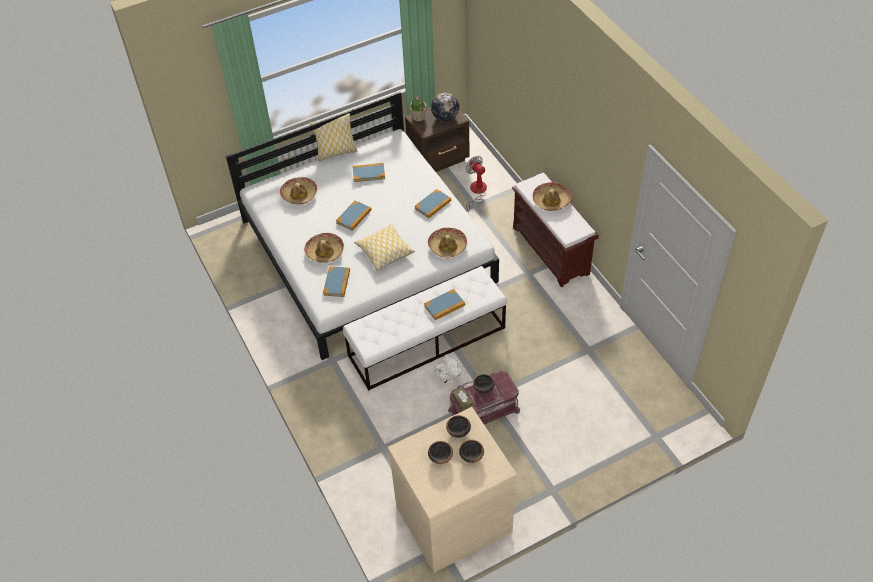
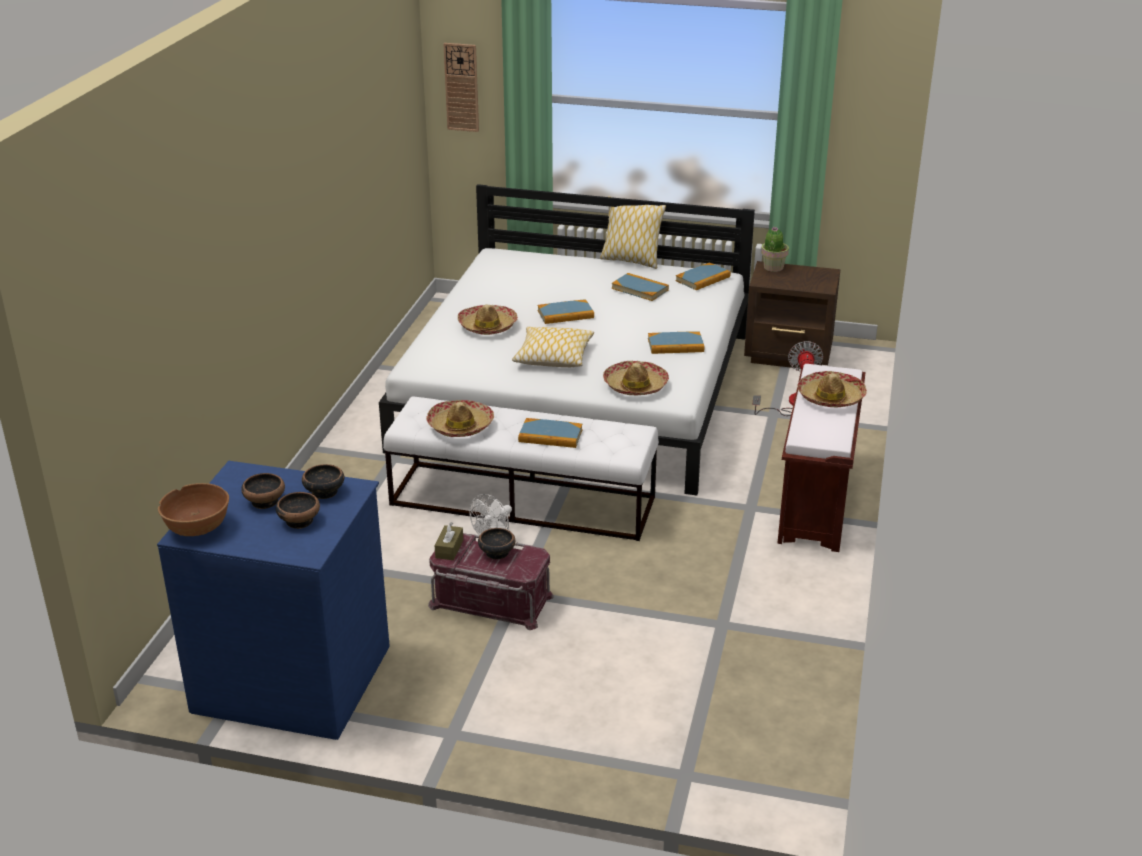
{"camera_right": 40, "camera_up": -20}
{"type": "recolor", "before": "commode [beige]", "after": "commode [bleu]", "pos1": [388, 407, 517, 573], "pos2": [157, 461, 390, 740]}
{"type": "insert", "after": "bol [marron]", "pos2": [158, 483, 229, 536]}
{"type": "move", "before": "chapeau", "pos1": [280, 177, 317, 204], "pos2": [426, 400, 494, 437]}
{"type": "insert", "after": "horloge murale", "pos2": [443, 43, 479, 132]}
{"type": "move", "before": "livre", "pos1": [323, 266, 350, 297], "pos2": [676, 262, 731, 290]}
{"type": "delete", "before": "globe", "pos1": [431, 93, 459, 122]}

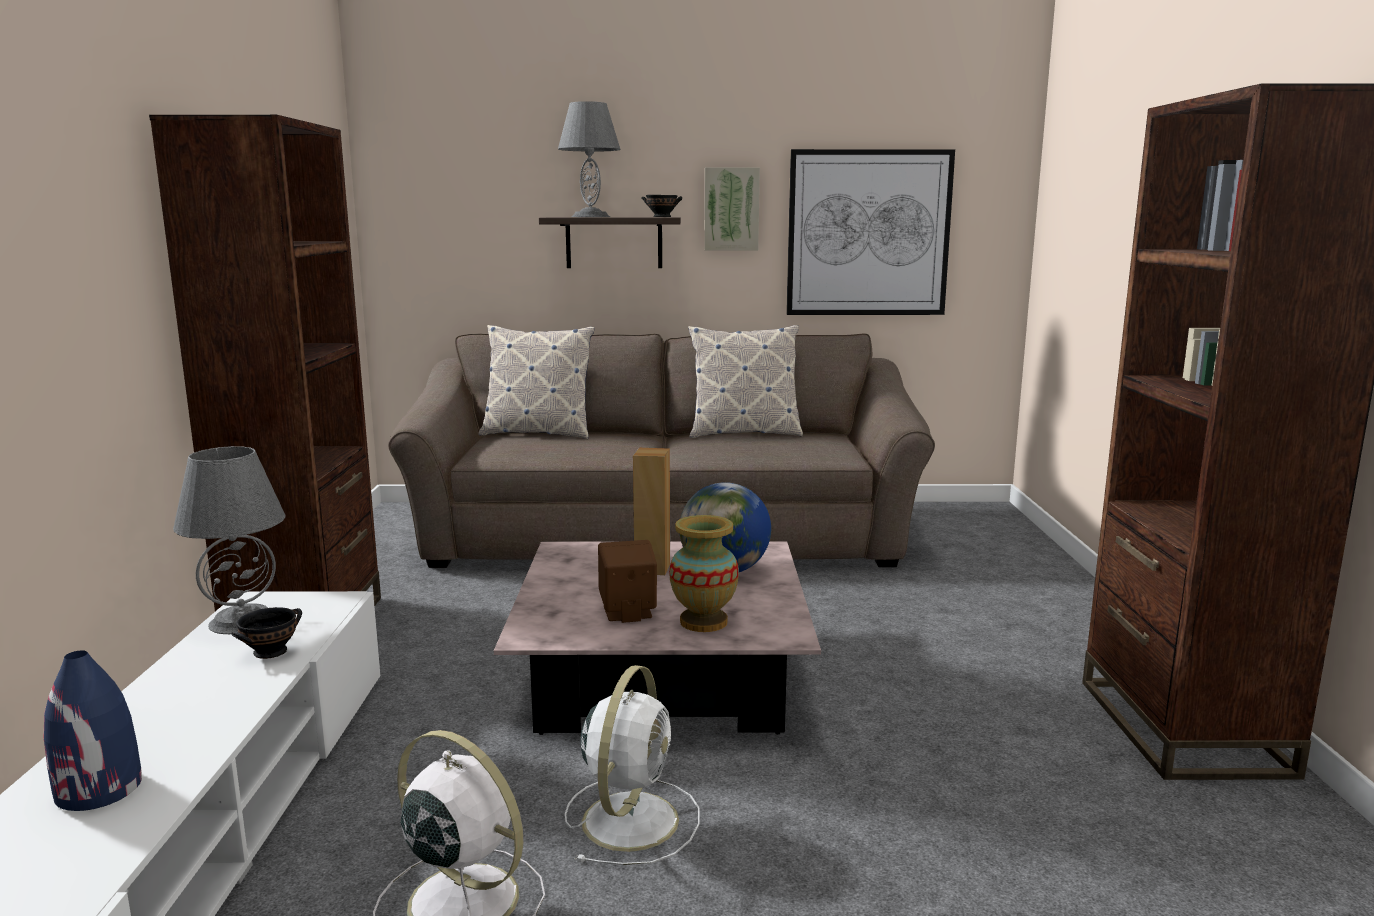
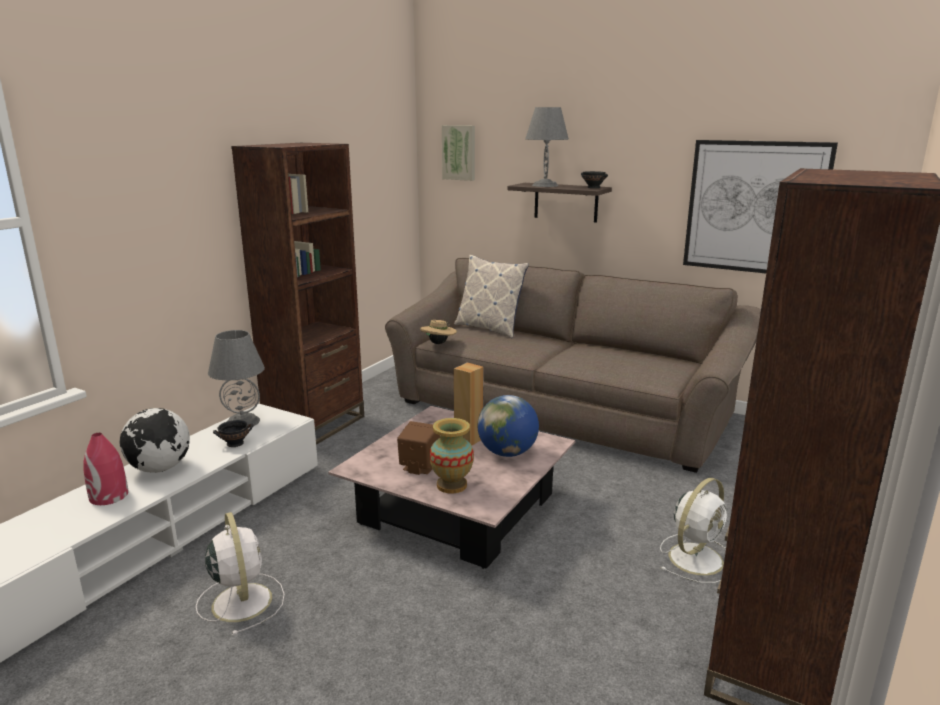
{"camera_right": 30, "camera_up": 5}
{"type": "recolor", "before": "vase [bleu]", "after": "vase [rouge]", "pos1": [44, 650, 142, 811], "pos2": [84, 433, 129, 505]}
{"type": "insert", "after": "globe", "pos2": [120, 408, 190, 473]}
{"type": "insert", "after": "chapeau [beige]", "pos2": [420, 320, 457, 344]}
{"type": "move", "before": "tableau", "pos1": [704, 167, 760, 251], "pos2": [442, 125, 475, 181]}
{"type": "move", "before": "ventilateur [blanc]", "pos1": [565, 665, 700, 865], "pos2": [660, 478, 728, 583]}
{"type": "delete", "before": "coussin", "pos1": [688, 325, 803, 438]}

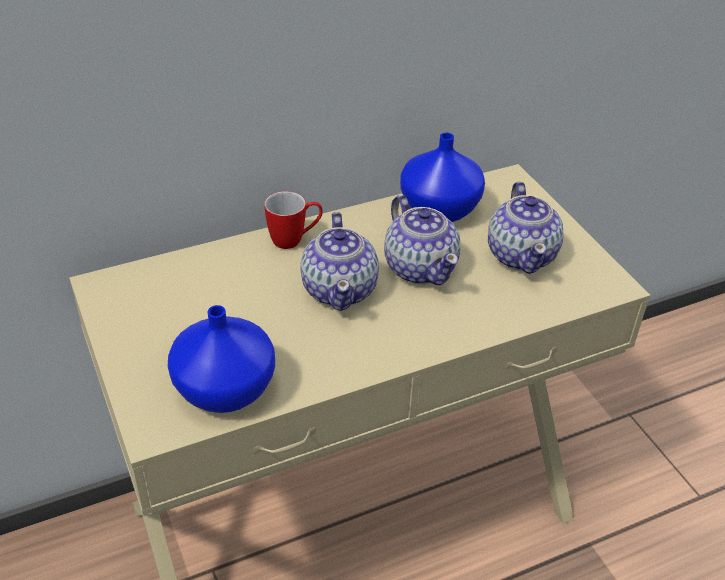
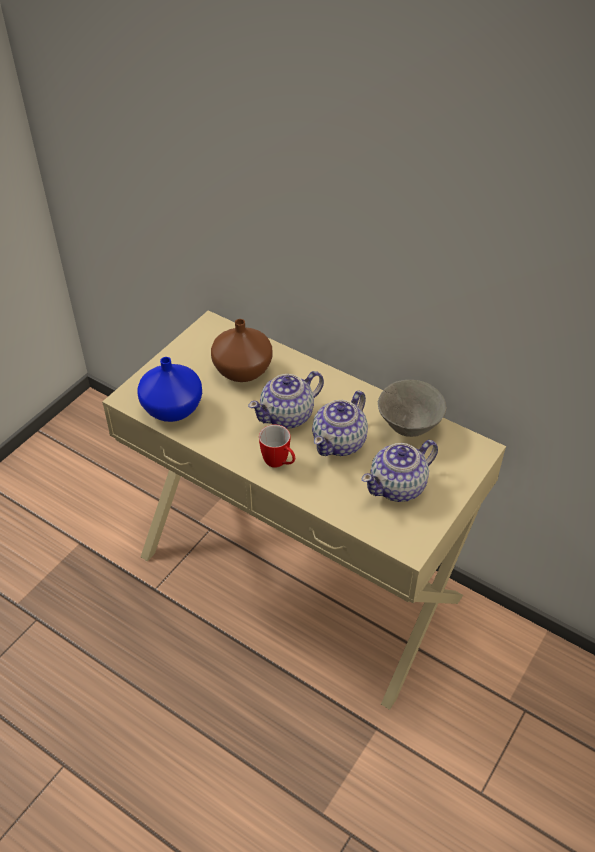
{"camera_right": 60, "camera_up": 5}
{"type": "insert", "after": "vase [marron]", "pos2": [211, 319, 272, 382]}
{"type": "move", "before": "mug", "pos1": [264, 191, 323, 249], "pos2": [259, 425, 295, 468]}
{"type": "replace", "before": "vase [bleu]", "after": "bol [gris]", "pos1": [400, 133, 485, 222], "pos2": [378, 380, 446, 437]}

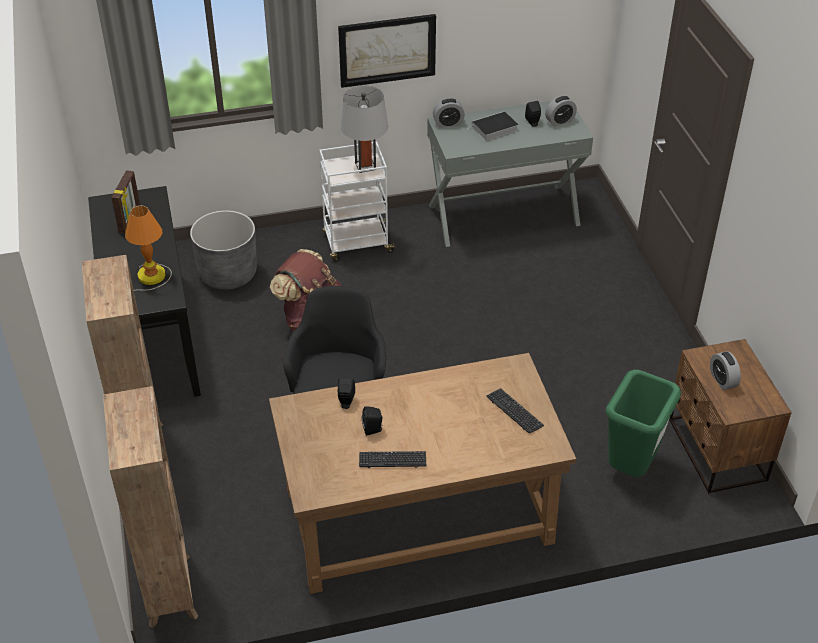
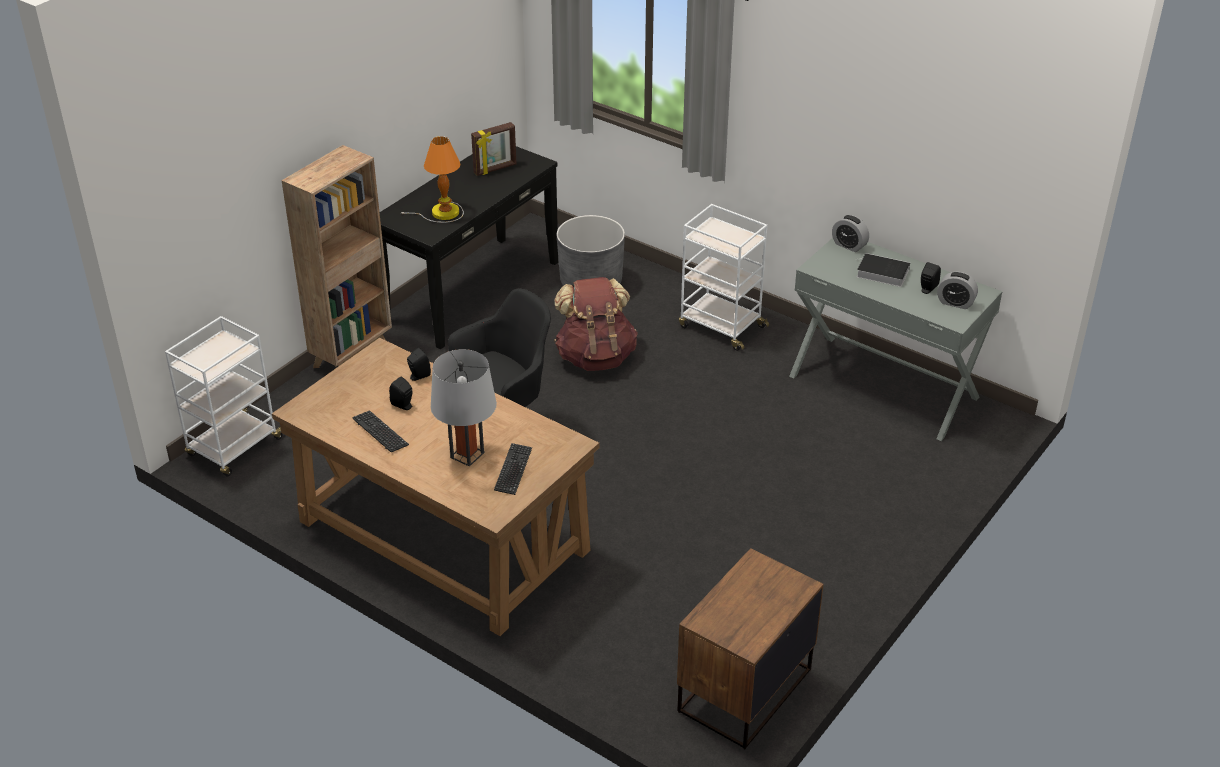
{"camera_right": 50, "camera_up": -5}
{"type": "replace", "before": "bibliothèque [marron]", "after": "chariot [blanc]", "pos1": [103, 386, 198, 629], "pos2": [165, 316, 283, 477]}
{"type": "move", "before": "lampe de table [gris]", "pos1": [341, 86, 388, 173], "pos2": [431, 349, 497, 467]}
{"type": "delete", "before": "tableau", "pos1": [338, 14, 436, 88]}
{"type": "delete", "before": "poubelle [vert]", "pos1": [605, 370, 681, 477]}
{"type": "delete", "before": "réveil", "pos1": [710, 351, 741, 390]}

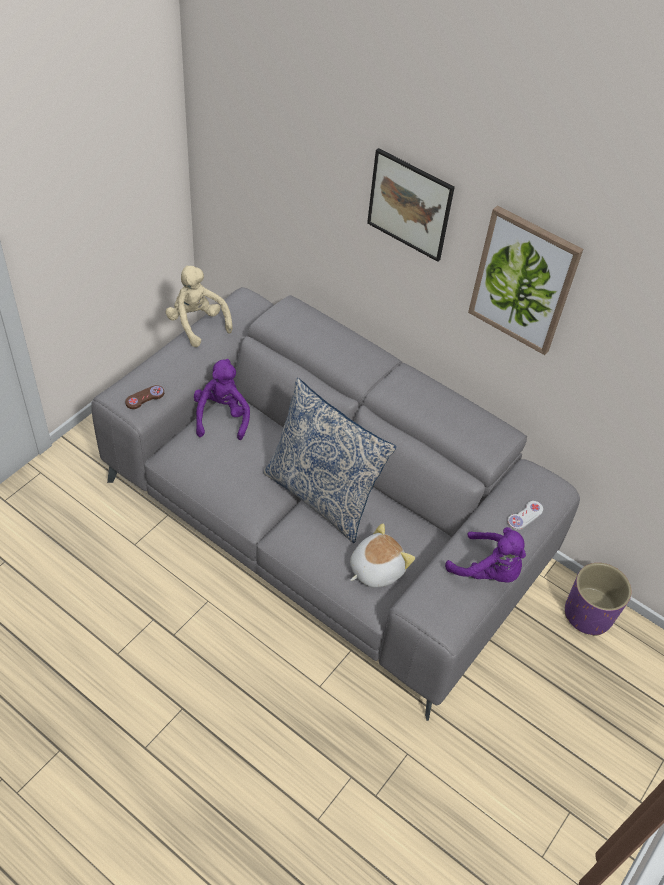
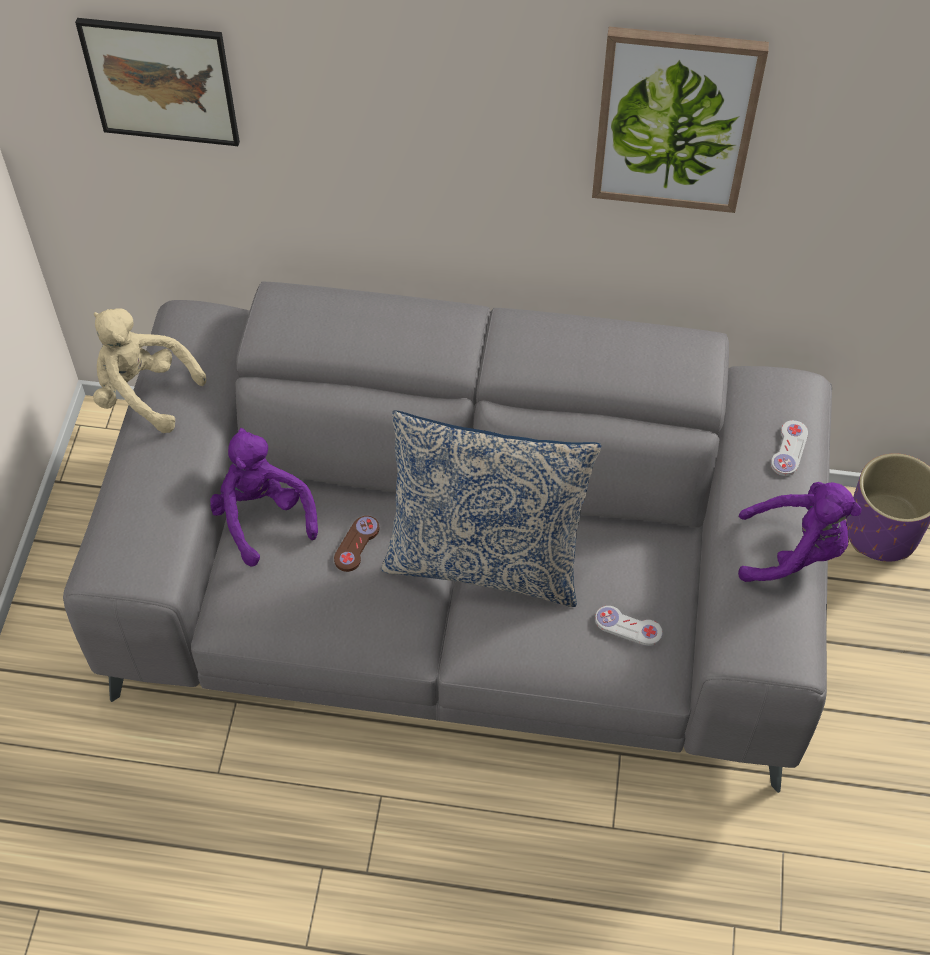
{"camera_right": -25, "camera_up": 5}
{"type": "move", "before": "tableau", "pos1": [367, 148, 455, 262], "pos2": [75, 18, 240, 146]}
{"type": "move", "before": "manette [marron]", "pos1": [125, 385, 164, 409], "pos2": [334, 516, 379, 572]}
{"type": "replace", "before": "peluche", "after": "manette [blanc]", "pos1": [350, 523, 415, 588], "pos2": [595, 606, 663, 646]}

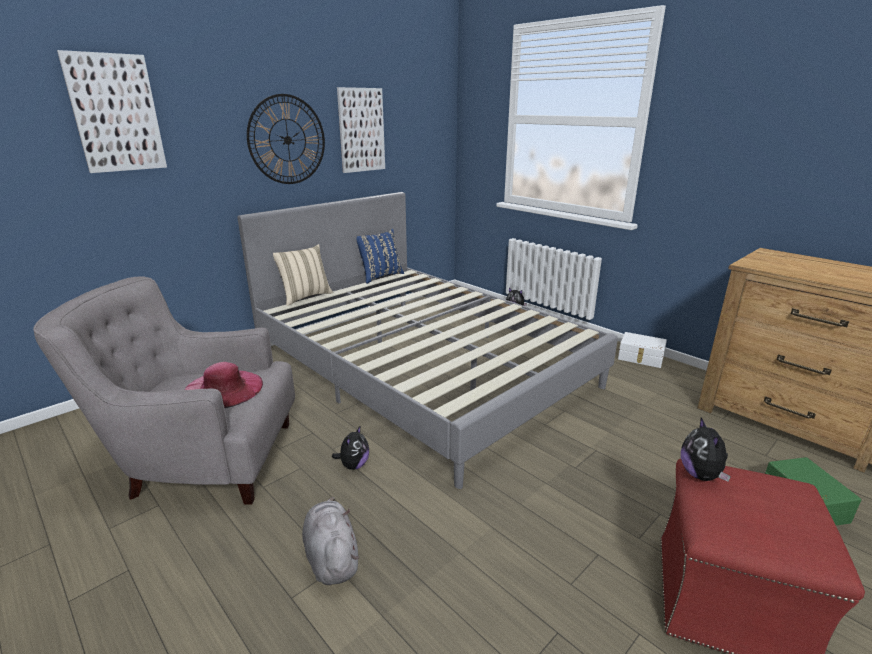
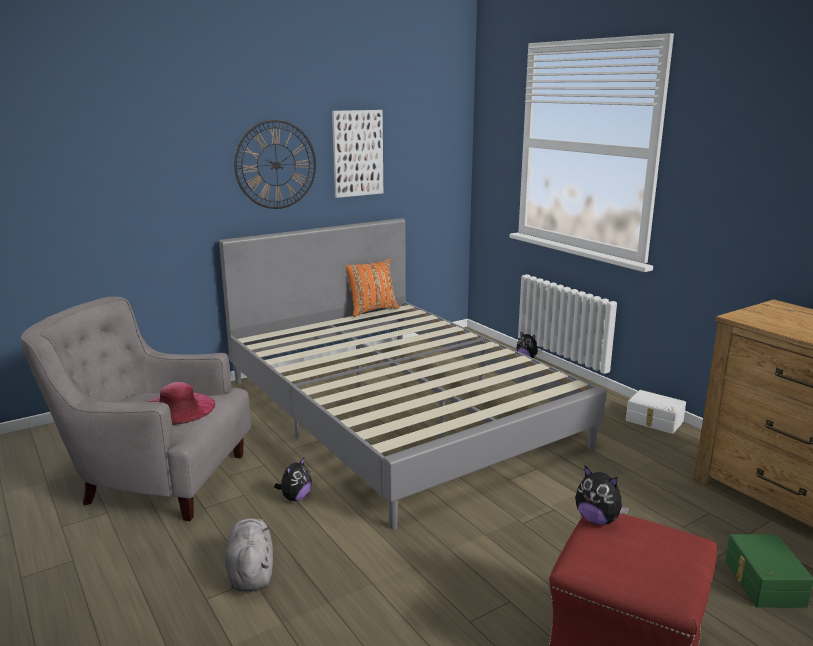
{"camera_right": 10, "camera_up": -5}
{"type": "recolor", "before": "coussin [bleu]", "after": "coussin [orange]", "pos1": [357, 229, 404, 284], "pos2": [346, 258, 399, 317]}
{"type": "rotate", "before": "peluche", "pos1": [681, 417, 731, 481], "pos2": [575, 466, 630, 525], "turn": -60}
{"type": "delete", "before": "tableau", "pos1": [57, 50, 167, 173]}
{"type": "delete", "before": "coussin [beige]", "pos1": [273, 244, 333, 306]}

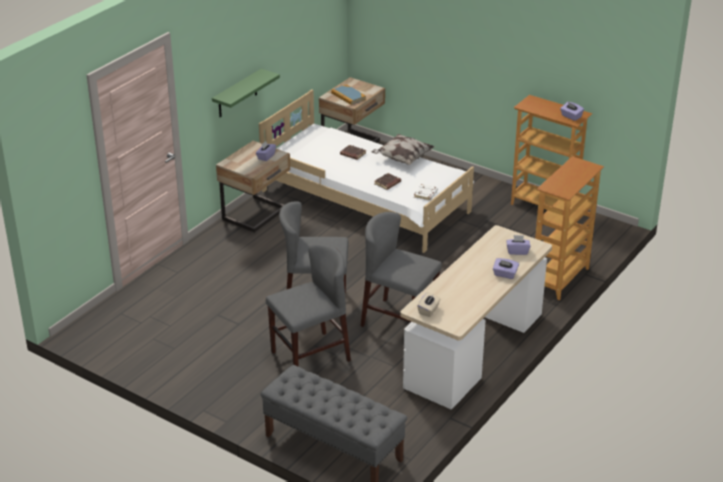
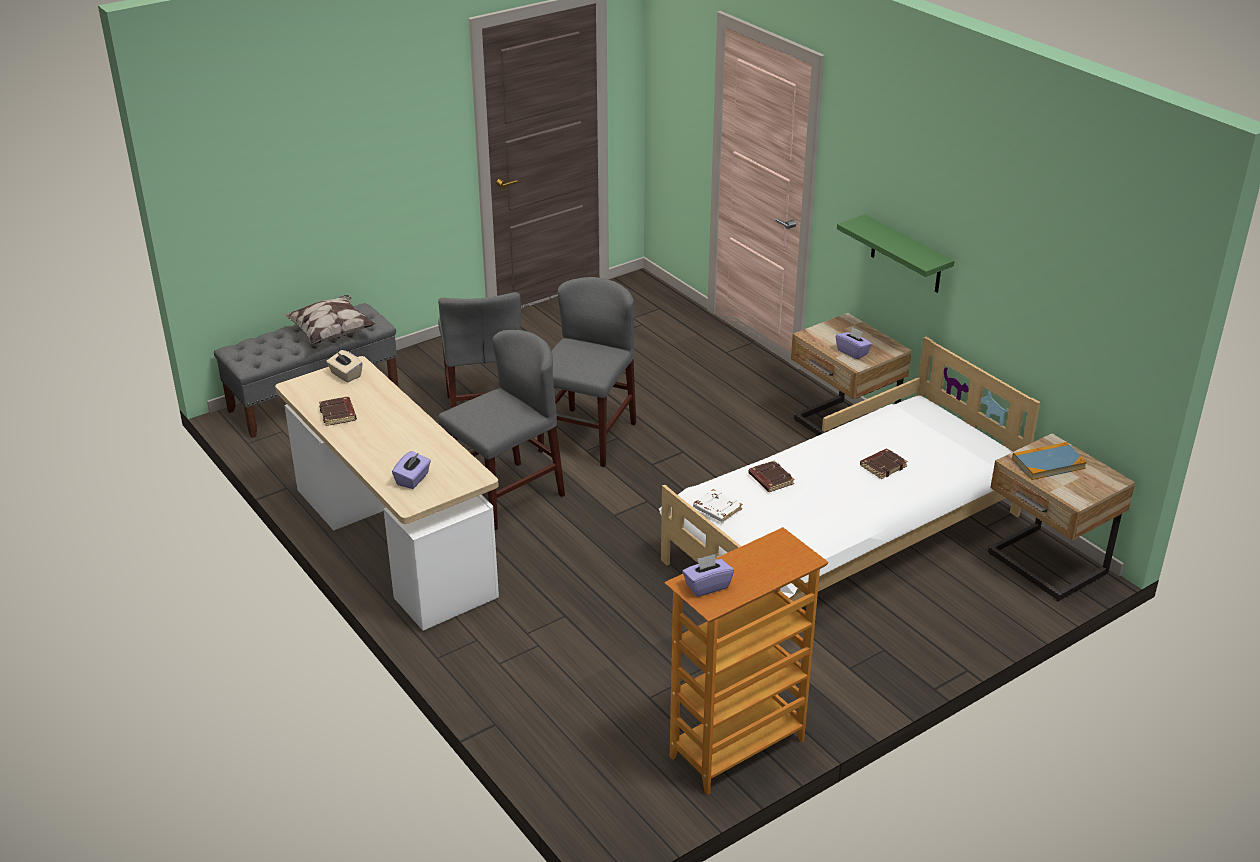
{"camera_right": 110, "camera_up": 0}
{"type": "move", "before": "coussin", "pos1": [371, 134, 434, 165], "pos2": [284, 295, 376, 344]}
{"type": "insert", "after": "livre [marron]", "pos2": [319, 397, 357, 426]}
{"type": "delete", "before": "boîte à mouchoirs [violet]", "pos1": [493, 258, 519, 279]}
{"type": "delete", "before": "bibliothèque", "pos1": [535, 156, 604, 300]}

